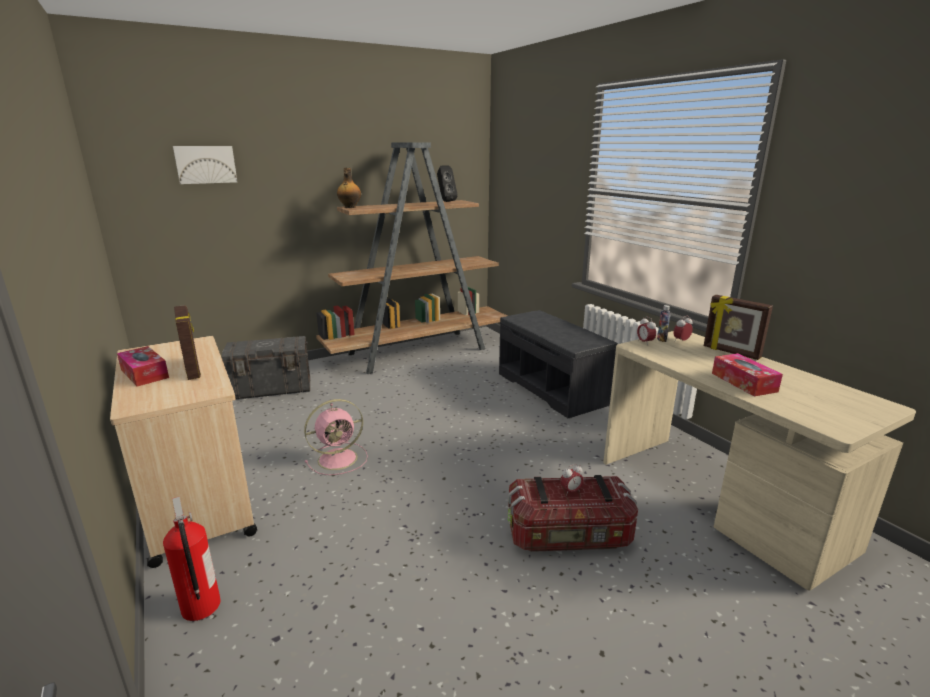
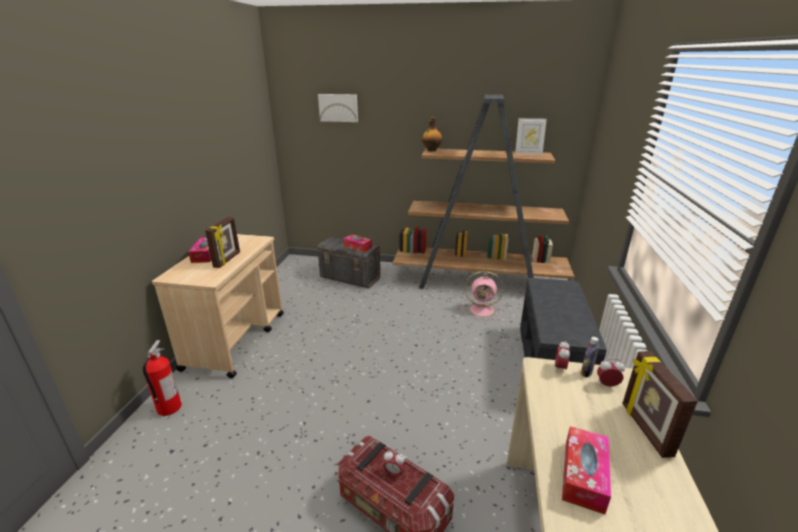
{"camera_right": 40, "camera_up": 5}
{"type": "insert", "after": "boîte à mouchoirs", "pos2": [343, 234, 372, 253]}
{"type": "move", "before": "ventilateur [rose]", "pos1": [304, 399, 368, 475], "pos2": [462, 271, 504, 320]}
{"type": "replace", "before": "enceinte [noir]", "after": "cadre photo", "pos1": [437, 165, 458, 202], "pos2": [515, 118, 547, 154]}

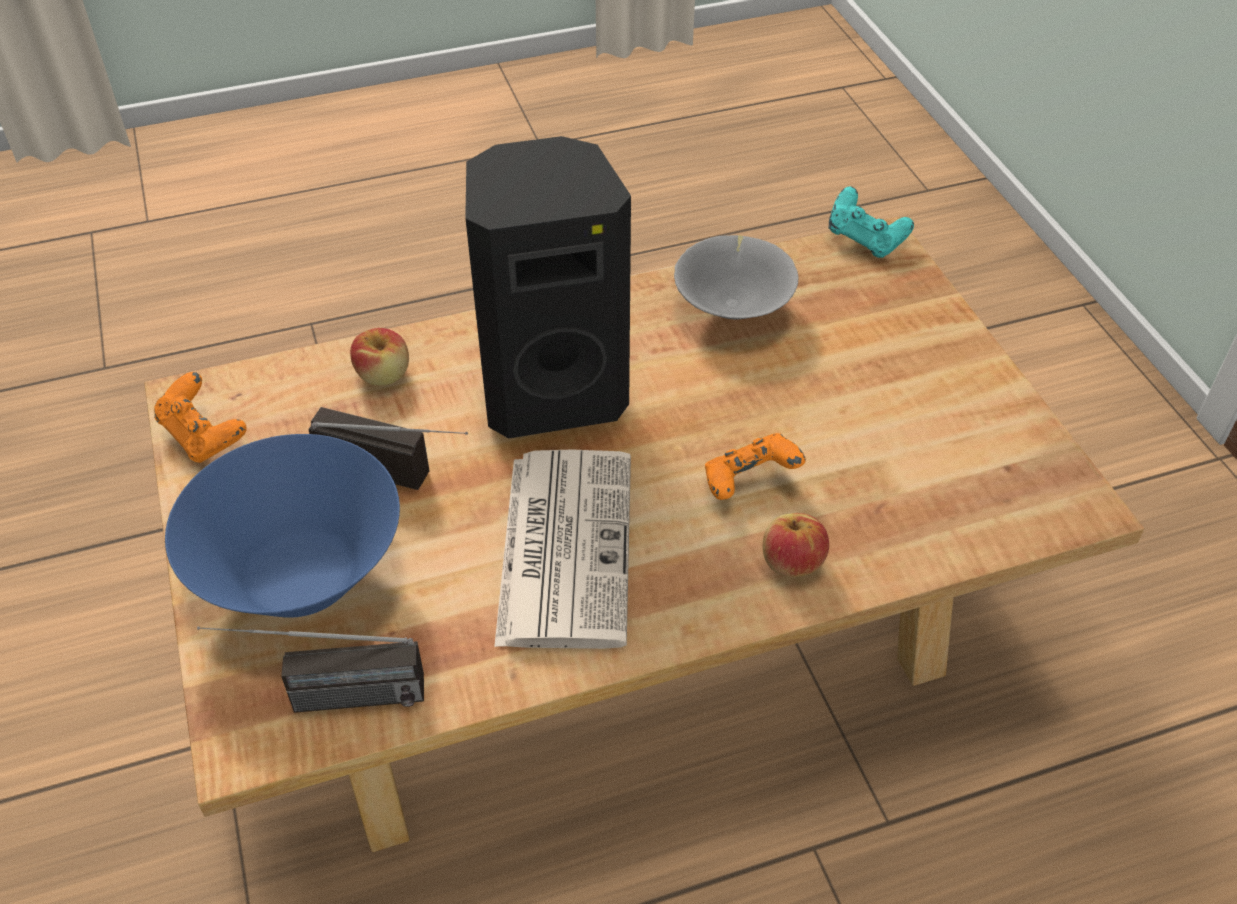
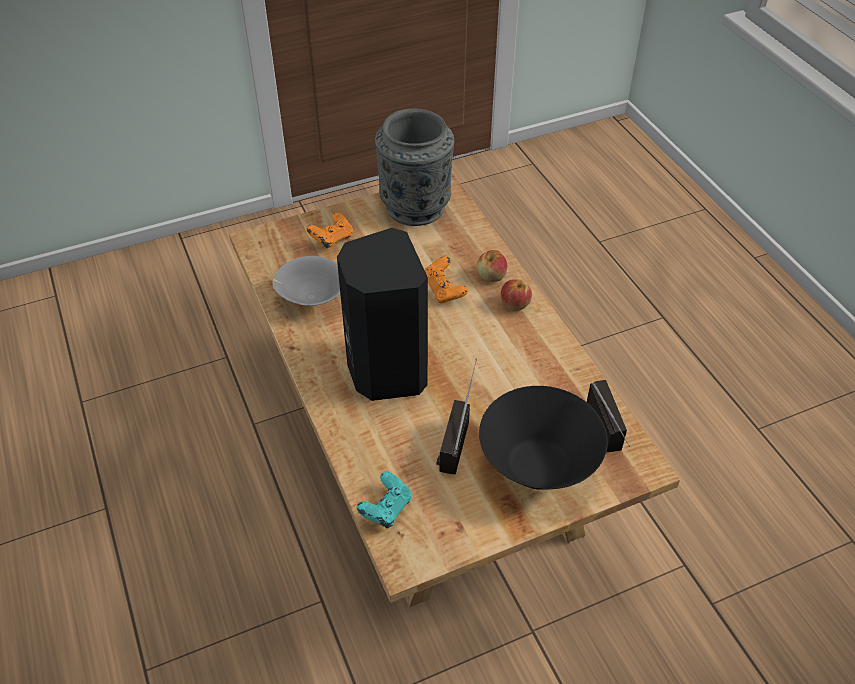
{"camera_right": -95, "camera_up": 0}
{"type": "move", "before": "manette [orange]", "pos1": [154, 372, 247, 463], "pos2": [306, 213, 353, 249]}
{"type": "move", "before": "manette [turquoise]", "pos1": [828, 186, 914, 258], "pos2": [356, 472, 411, 528]}
{"type": "insert", "after": "vase [gris]", "pos2": [375, 109, 454, 226]}
{"type": "recolor", "before": "bol [bleu]", "after": "bol [noir]", "pos1": [165, 434, 400, 618], "pos2": [479, 386, 608, 490]}
{"type": "move", "before": "pomme", "pos1": [350, 328, 409, 385], "pos2": [501, 279, 532, 311]}
{"type": "delete", "before": "journal", "pos1": [494, 450, 631, 649]}

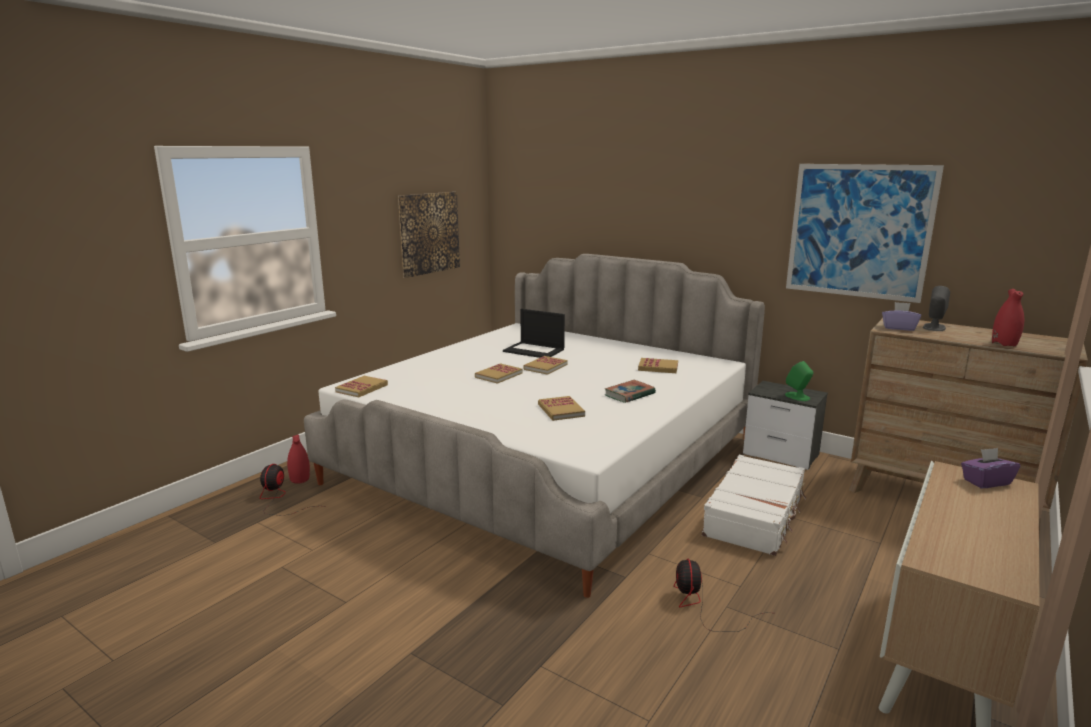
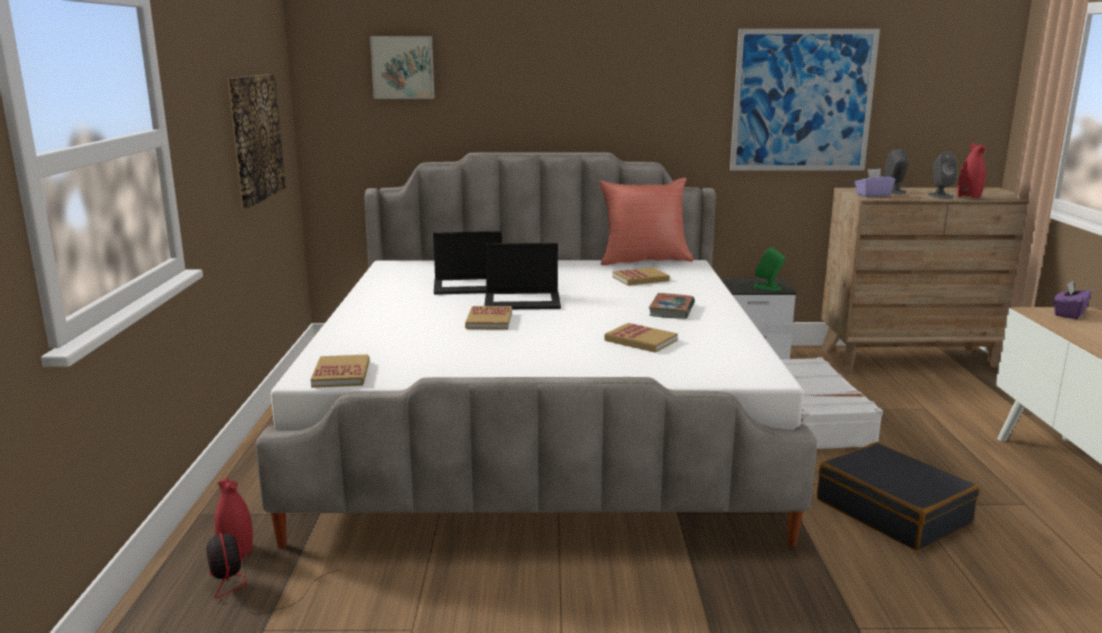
{"camera_right": -35, "camera_up": 0}
{"type": "insert", "after": "tableau", "pos2": [370, 36, 434, 99]}
{"type": "replace", "before": "livre", "after": "ordinateur portable", "pos1": [523, 356, 568, 375], "pos2": [484, 243, 561, 309]}
{"type": "insert", "after": "coussin [rouge]", "pos2": [599, 178, 694, 265]}
{"type": "replace", "before": "ventilateur", "after": "valise [noir]", "pos1": [674, 559, 763, 632], "pos2": [817, 442, 979, 550]}
{"type": "insert", "after": "enceinte [gris]", "pos2": [928, 152, 957, 199]}

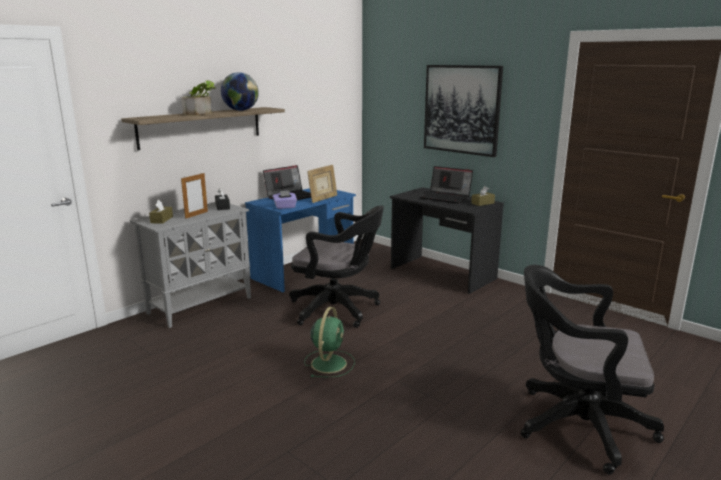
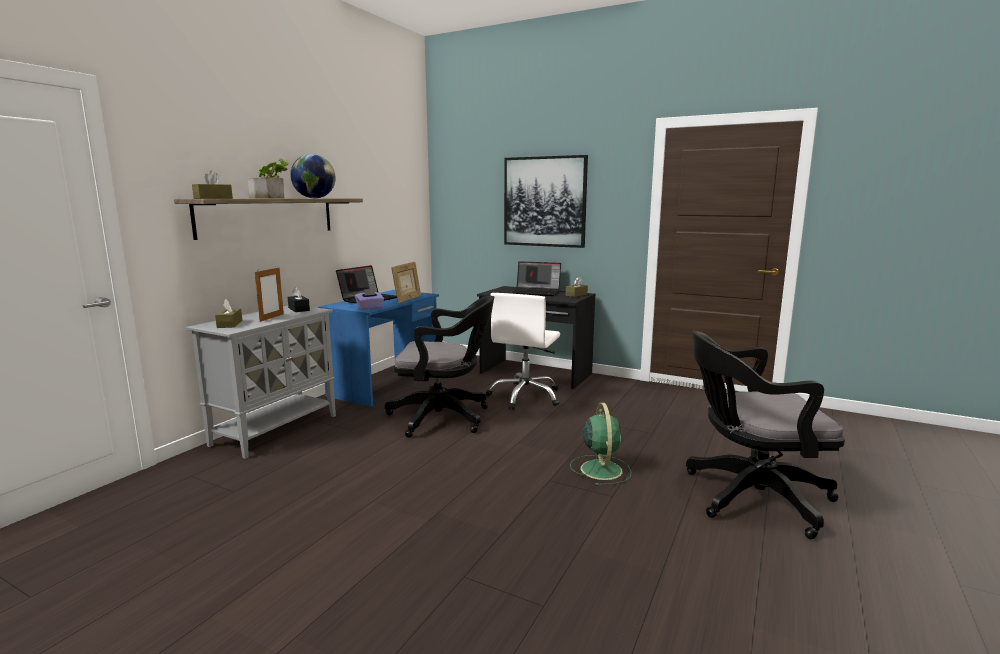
{"camera_right": -15, "camera_up": -5}
{"type": "insert", "after": "boîte à mouchoirs [marron]", "pos2": [192, 170, 233, 199]}
{"type": "insert", "after": "chaise de bureau [blanc]", "pos2": [486, 293, 560, 410]}
{"type": "move", "before": "ventilateur [vert]", "pos1": [304, 307, 355, 377], "pos2": [570, 403, 632, 486]}

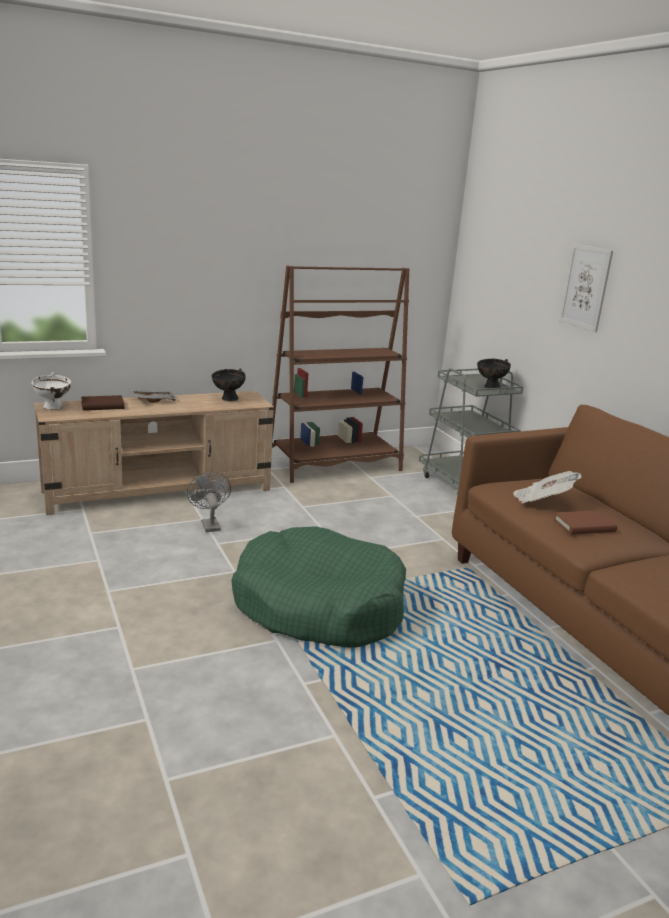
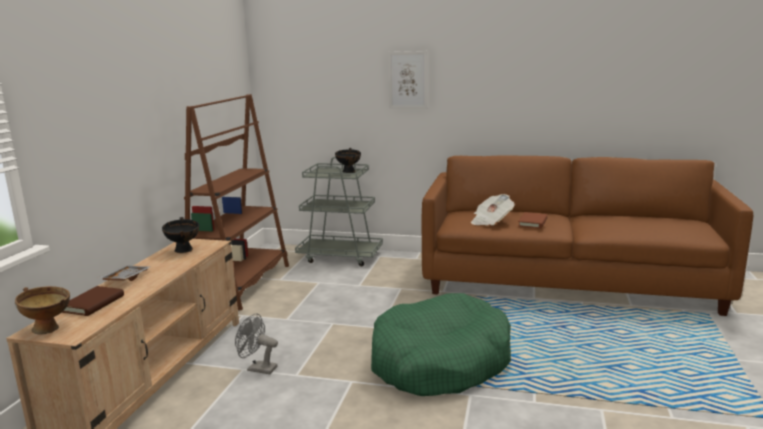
{"camera_right": -50, "camera_up": -5}
{"type": "recolor", "before": "bol [blanc]", "after": "bol [marron]", "pos1": [32, 372, 71, 410], "pos2": [15, 286, 70, 335]}

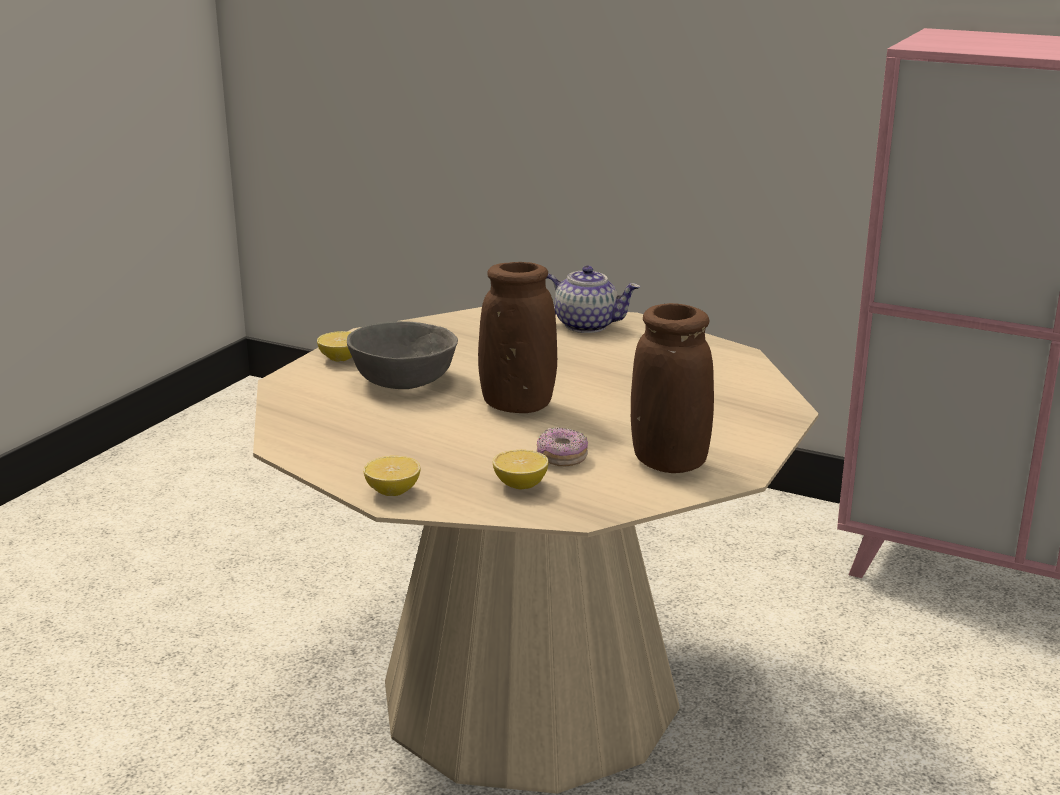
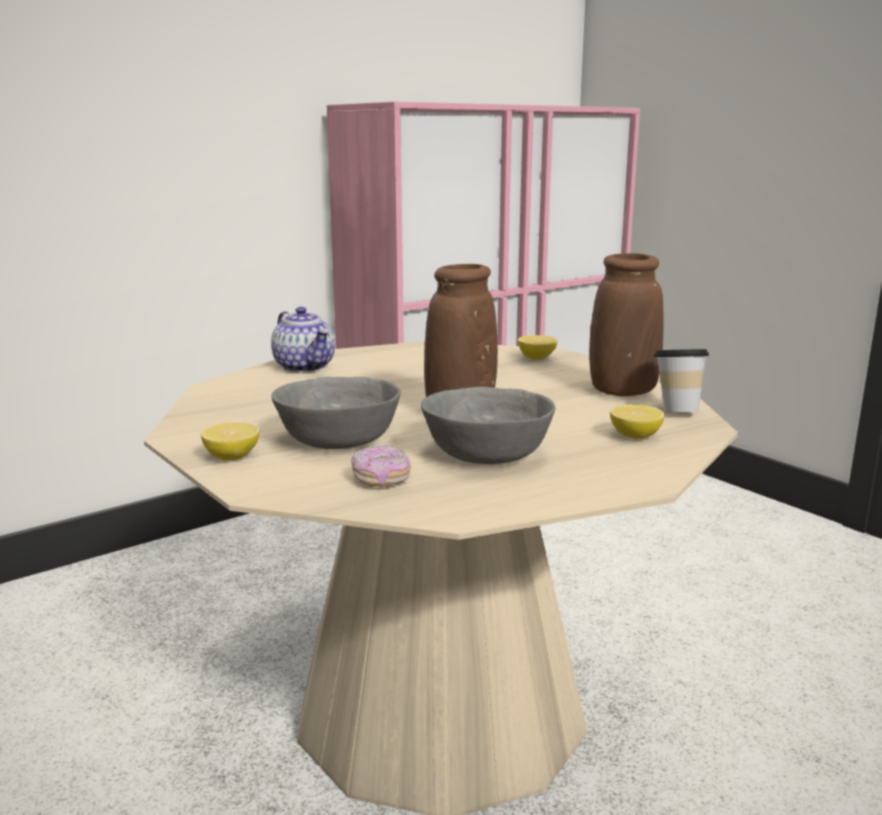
{"camera_right": -65, "camera_up": -5}
{"type": "rotate", "before": "théière", "pos1": [546, 266, 640, 333], "pos2": [271, 307, 335, 373], "turn": 105}
{"type": "move", "before": "beignet", "pos1": [537, 427, 588, 466], "pos2": [351, 445, 411, 487]}
{"type": "insert", "after": "bol [gris]", "pos2": [421, 387, 555, 464]}
{"type": "move", "before": "citron", "pos1": [364, 456, 420, 496], "pos2": [518, 335, 557, 359]}
{"type": "insert", "after": "tasse", "pos2": [654, 349, 709, 412]}

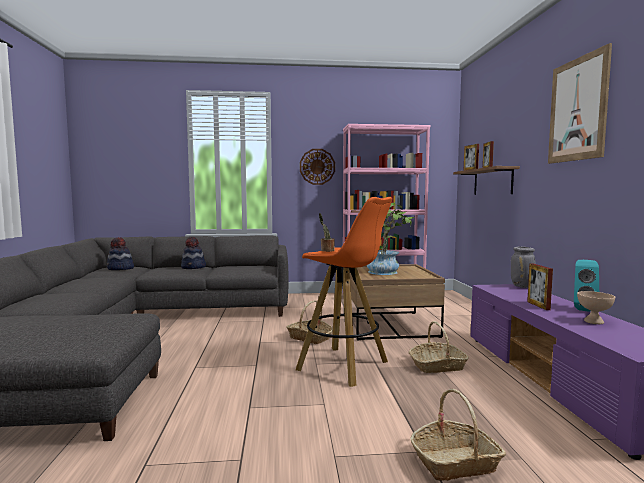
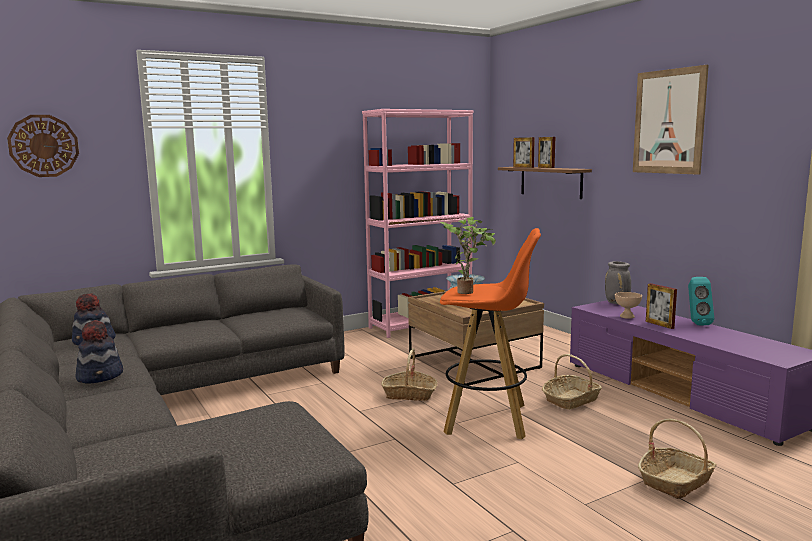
{"camera_right": -25, "camera_up": 5}
{"type": "move", "before": "horloge murale", "pos1": [300, 149, 335, 185], "pos2": [7, 115, 79, 177]}
{"type": "move", "before": "chapeau", "pos1": [181, 237, 206, 269], "pos2": [76, 320, 123, 383]}
{"type": "move", "before": "bol [beige]", "pos1": [577, 291, 615, 324], "pos2": [615, 292, 642, 319]}

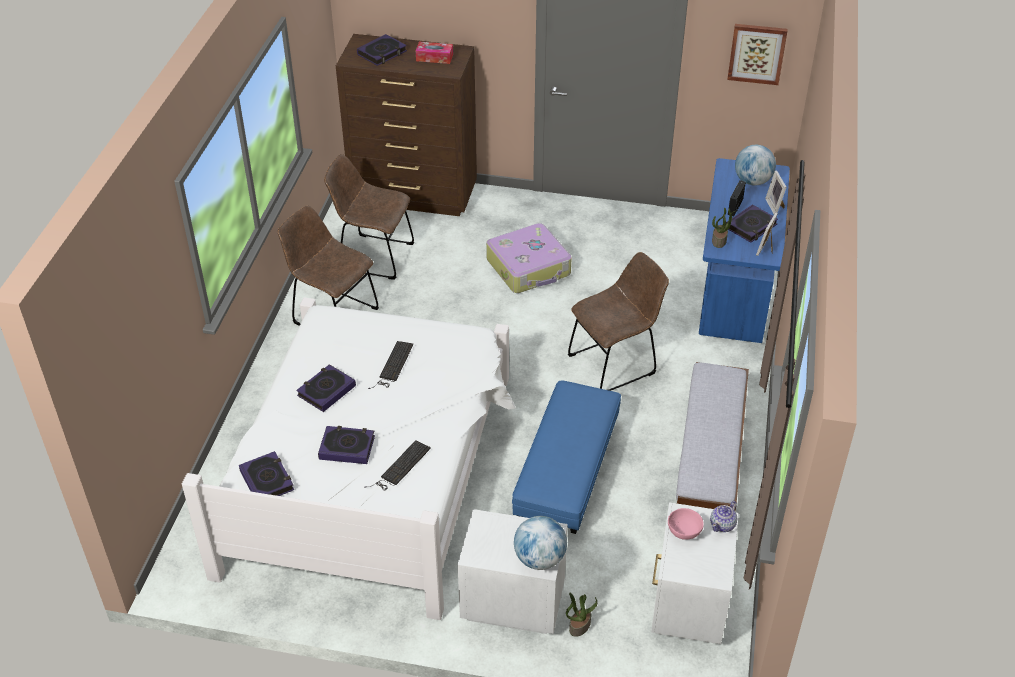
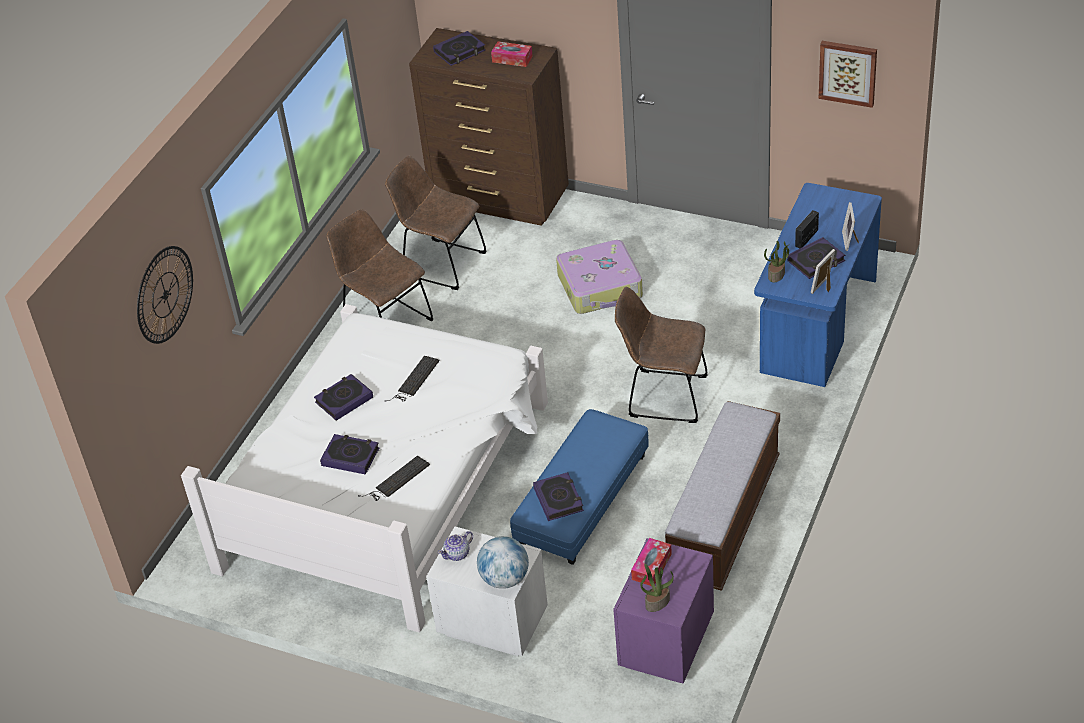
{"camera_right": 15, "camera_up": 0}
{"type": "insert", "after": "horloge murale", "pos2": [137, 246, 193, 344]}
{"type": "move", "before": "théière", "pos1": [710, 501, 737, 532], "pos2": [438, 531, 473, 561]}
{"type": "move", "before": "livre", "pos1": [239, 451, 294, 496], "pos2": [533, 472, 584, 521]}
{"type": "recolor", "before": "table de chevet [blanc]", "after": "table de chevet [violet]", "pos1": [651, 502, 739, 644], "pos2": [613, 538, 714, 683]}
{"type": "rotate", "before": "chaise [marron]", "pos1": [568, 252, 669, 391], "pos2": [615, 287, 708, 423], "turn": -150}
{"type": "replace", "before": "bol [rose]", "after": "boîte à mouchoirs", "pos1": [668, 508, 704, 540], "pos2": [631, 538, 672, 586]}
{"type": "move", "before": "plante en pot", "pos1": [566, 593, 597, 637], "pos2": [640, 564, 674, 612]}
{"type": "delete", "before": "globe", "pos1": [735, 145, 776, 186]}

